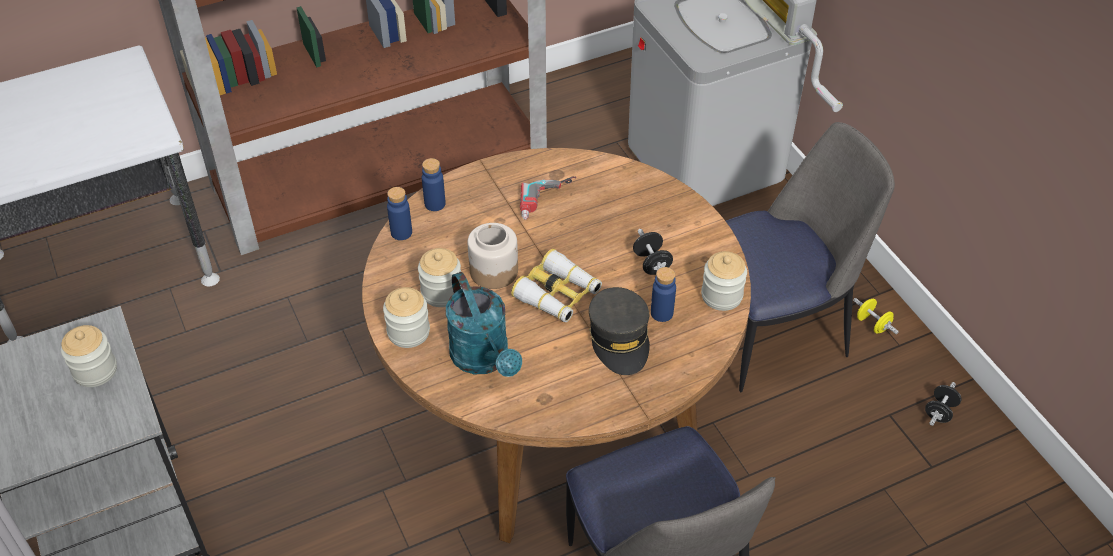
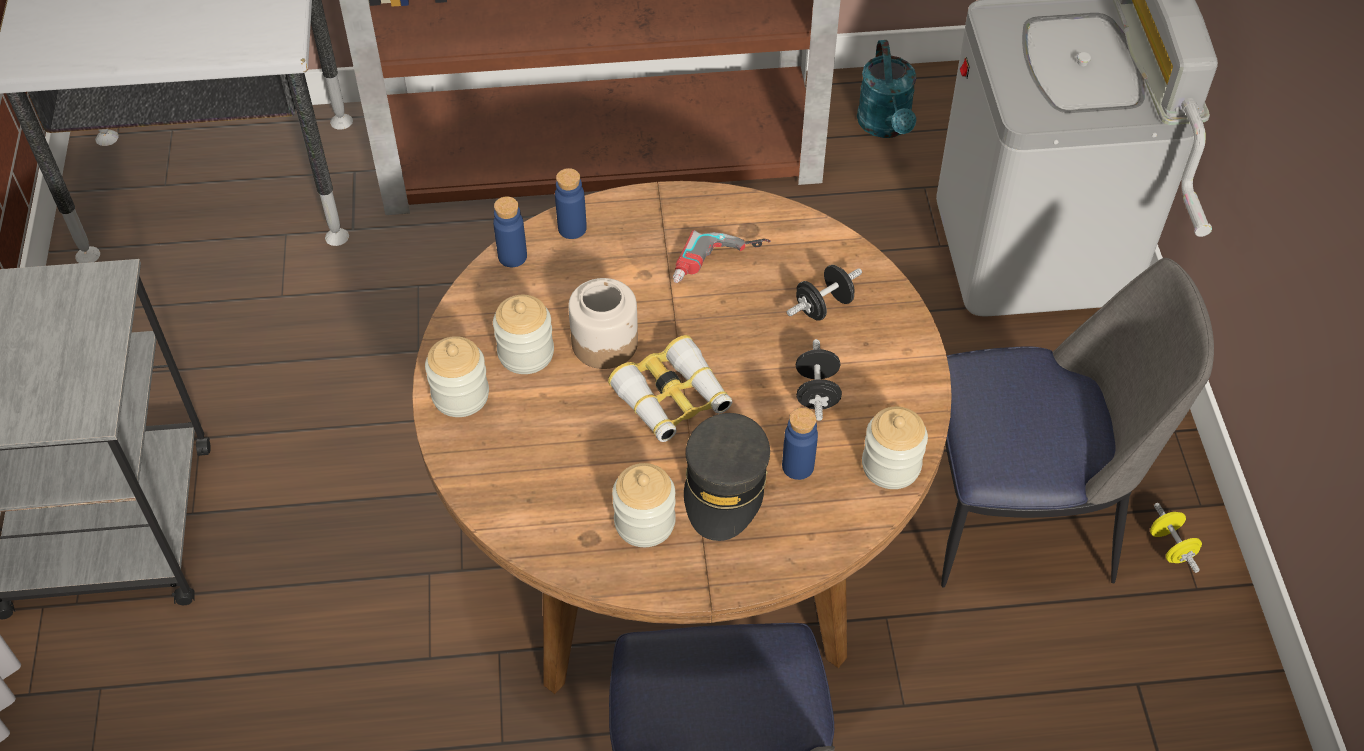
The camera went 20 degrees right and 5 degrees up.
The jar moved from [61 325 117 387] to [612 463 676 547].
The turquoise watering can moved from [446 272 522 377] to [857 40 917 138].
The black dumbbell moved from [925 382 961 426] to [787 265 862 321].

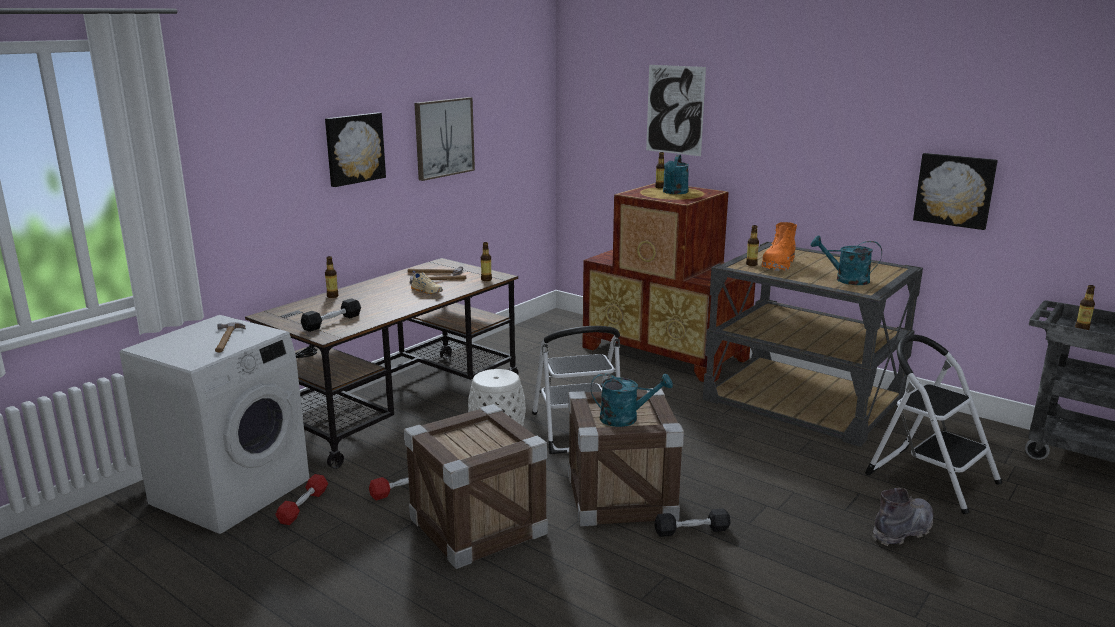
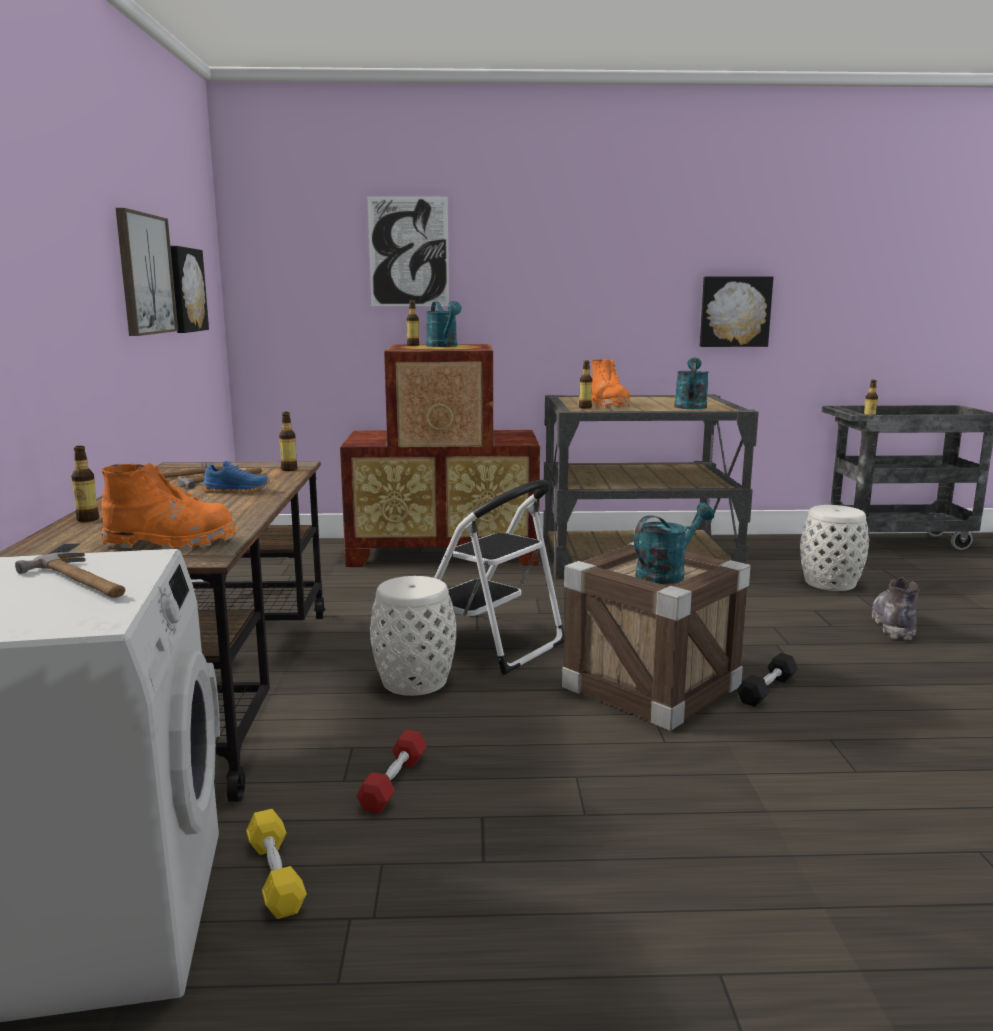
The camera went 40 degrees left and 5 degrees down.
The crate at [404 404 548 569] disappeared.
The picture moved from [325 113 386 187] to [170 246 209 333].
The black dumbbell at [301 298 361 332] was replaced by the orange boot at [101 463 236 551].
The step ladder at [865 335 1003 514] was replaced by the white stool at [800 505 869 591].
The red dumbbell at [275 474 328 525] became the yellow dumbbell at [246 809 307 919].
The beige shoe at [411 271 443 295] became the blue shoe at [202 461 270 493].
The turquoise watering can at [811 235 882 285] turned 120 degrees clockwise.

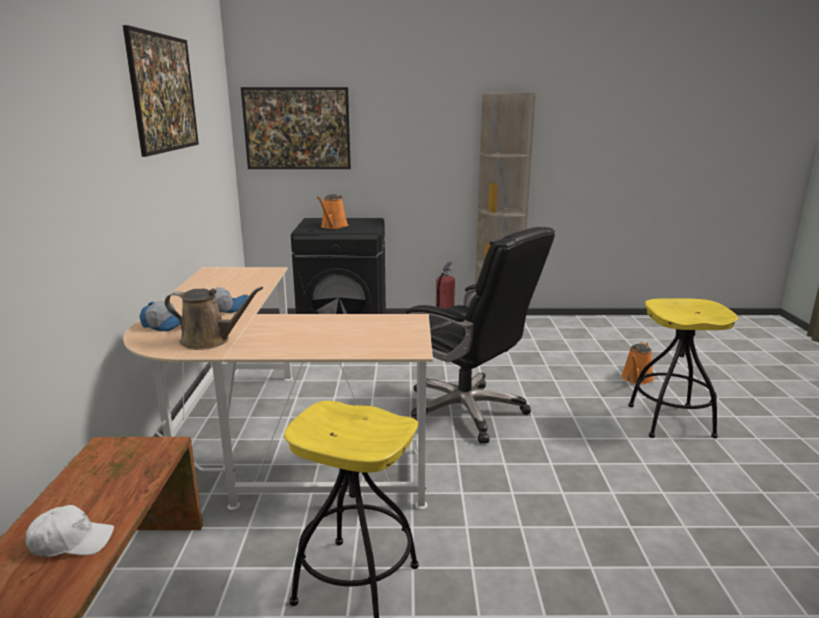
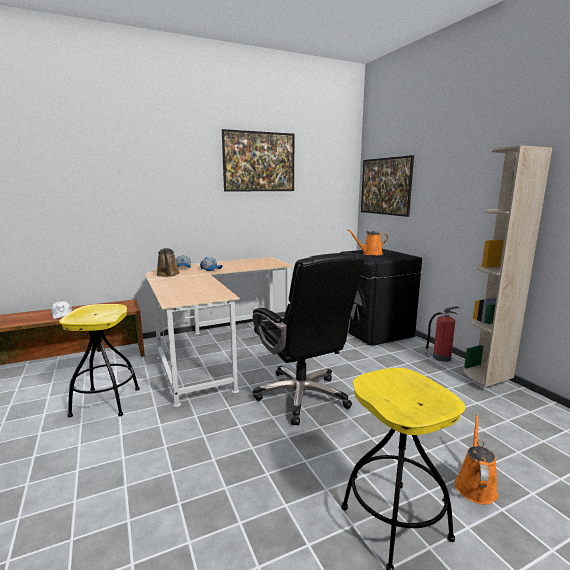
The camera went 65 degrees right and 5 degrees down.
The black office chair at [406 227 555 444] turned 45 degrees counterclockwise.
The orange watering can at [621 342 654 384] turned 105 degrees clockwise.

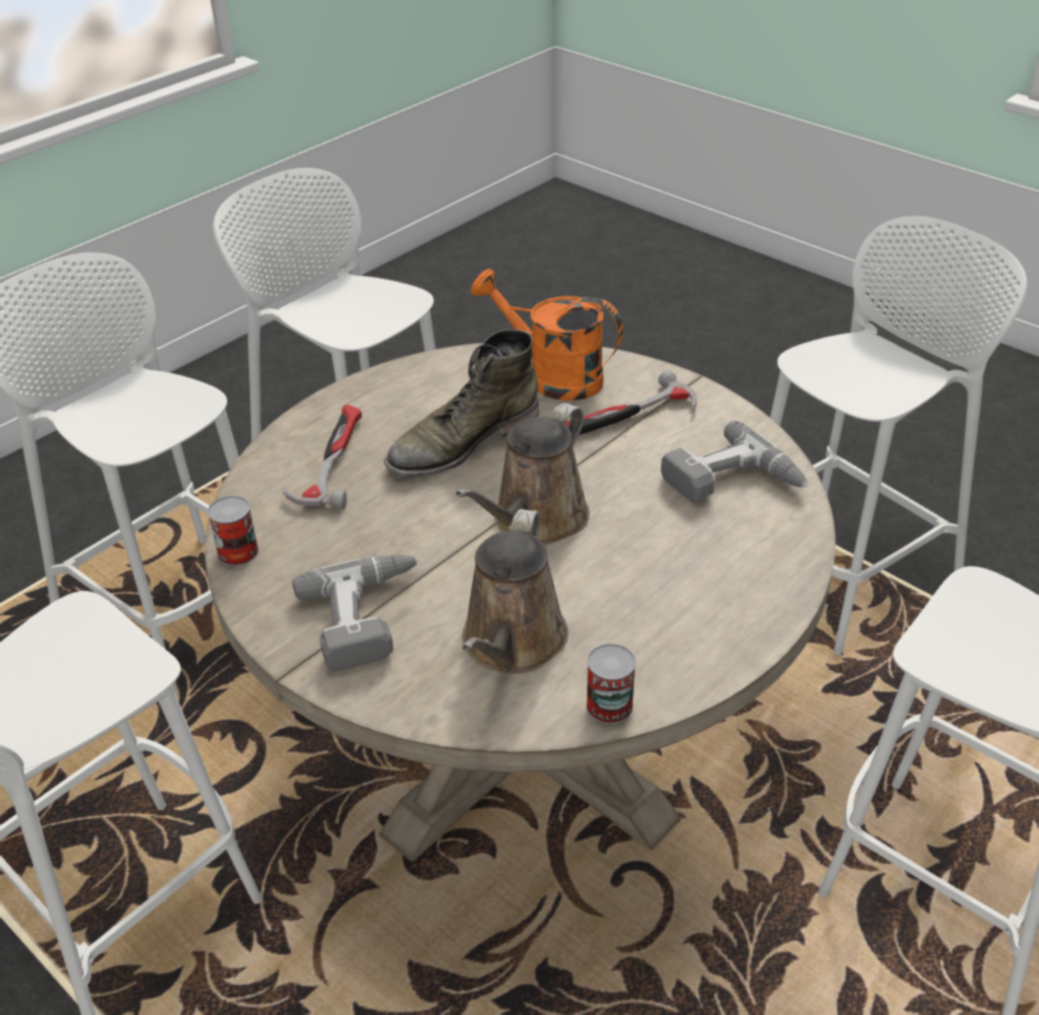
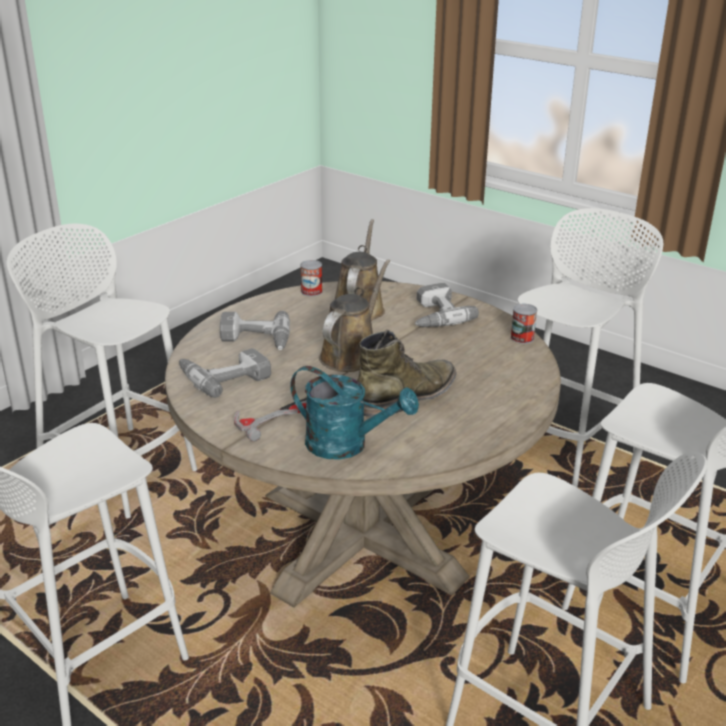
The camera went 175 degrees right and 10 degrees down.
The hammer at [282 404 362 509] disappeared.
The power drill at [220 311 290 350] appeared.
The orange watering can at [471 269 623 401] became the turquoise watering can at [290 366 419 460].

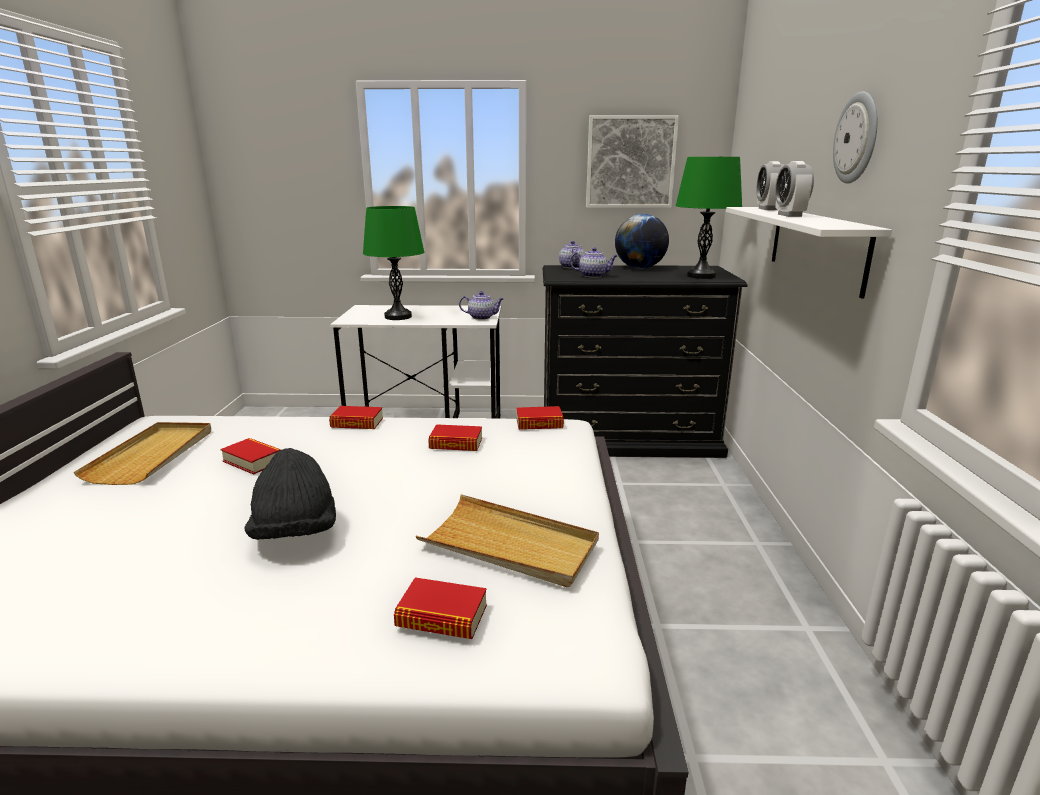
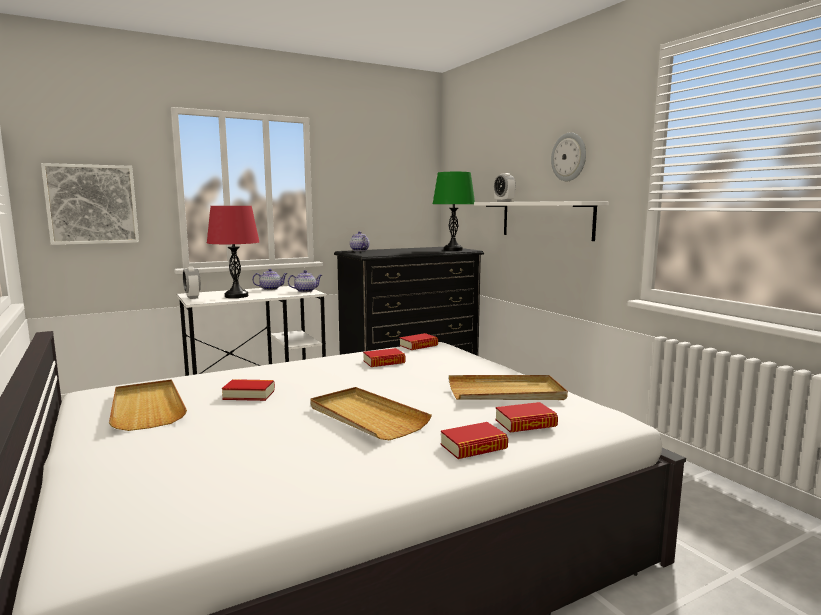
The camera went 30 degrees left and 10 degrees down.
The globe at [615 214 669 269] disappeared.
The book moved from [329 406 383 429] to [440 422 508 459].
The teapot moved from [570 247 618 278] to [252 269 288 290].
The picture moved from [586 115 679 208] to [41 163 139 245].
The alarm clock moved from [775 161 814 217] to [183 267 201 299].
The black hat at [245 448 336 540] was replaced by the beige tray at [310 387 432 440].
The green table lamp at [363 206 424 320] became the red table lamp at [207 206 259 298].

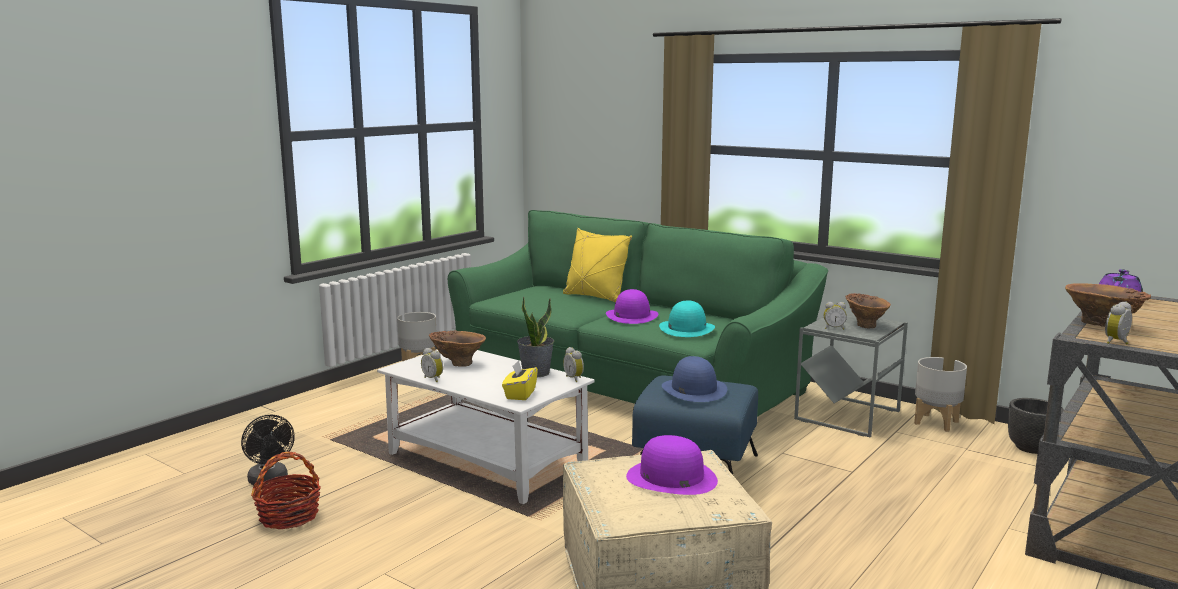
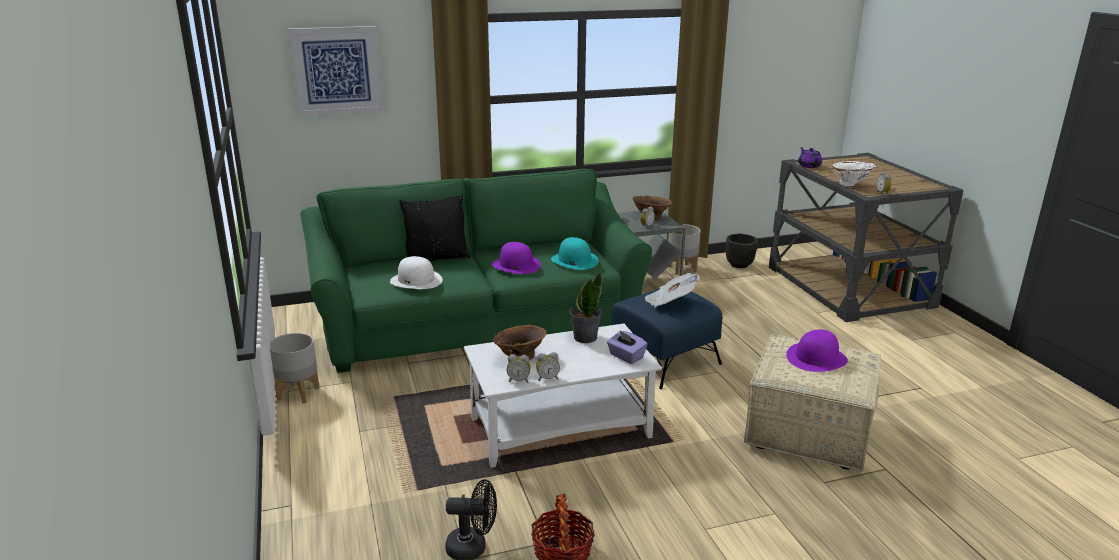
The camera went 55 degrees left and 10 degrees up.
The picture at [288 26 383 116] appeared.
The white hat at [390 256 443 289] appeared.
The alarm clock moved from [563 347 584 382] to [507 354 531 383].
The blue hat at [662 356 727 402] was replaced by the newspaper at [645 273 700 307].
The yellow tissue box at [502 360 538 400] became the purple tissue box at [607 330 647 364].
The yellow pillow at [563 228 632 302] became the black pillow at [399 195 471 261].
The brown vase at [1065 283 1151 327] became the white vase at [832 161 876 186].

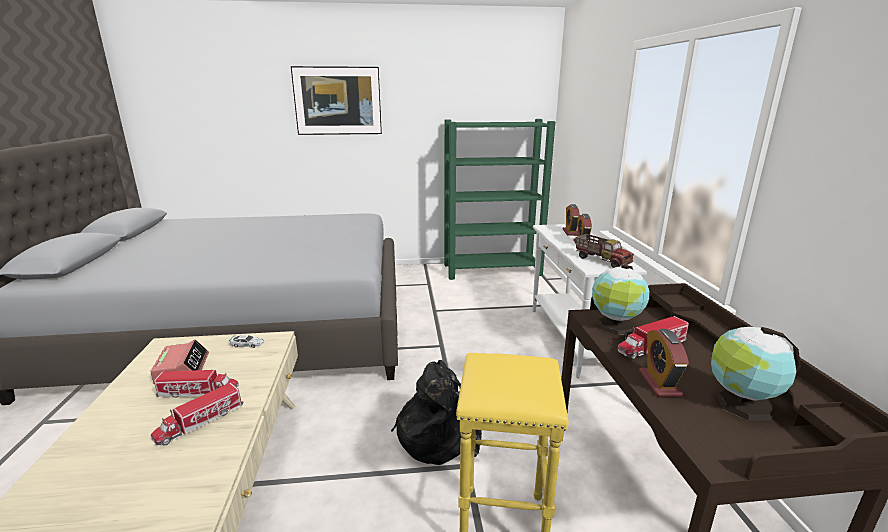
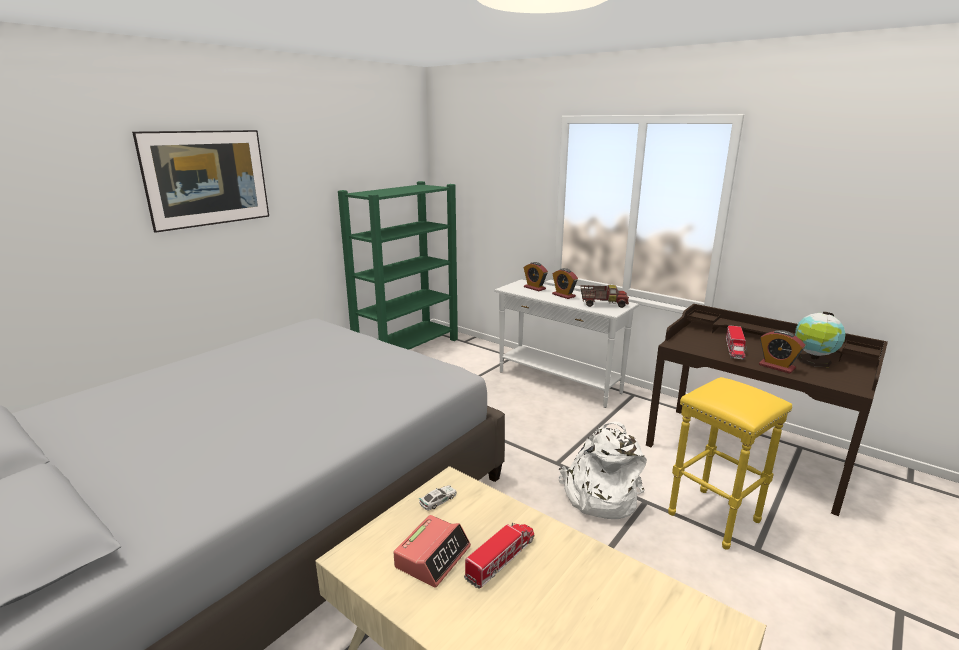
The camera went 45 degrees left and 0 degrees up.
The toy truck at [151 383 244 446] disappeared.
The globe at [592 265 649 335] disappeared.
The black backpack at [391 360 482 465] became the white backpack at [559 422 647 519].
The alarm clock at [150 339 209 385] turned 90 degrees clockwise.

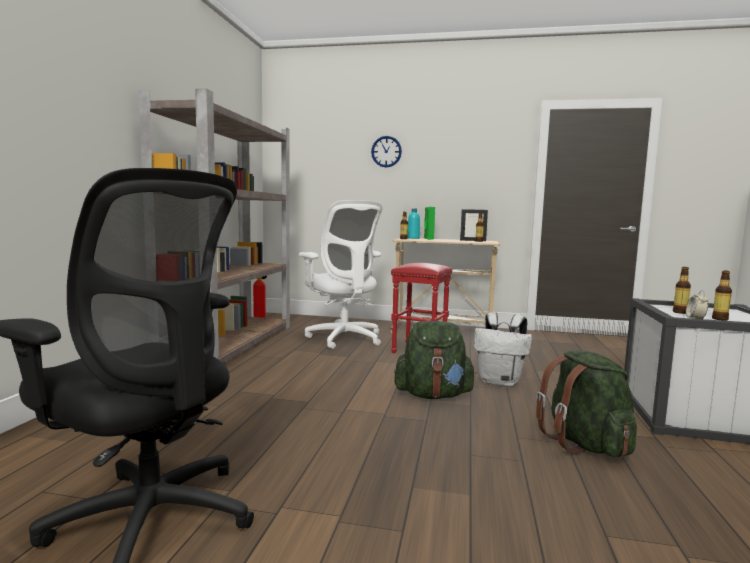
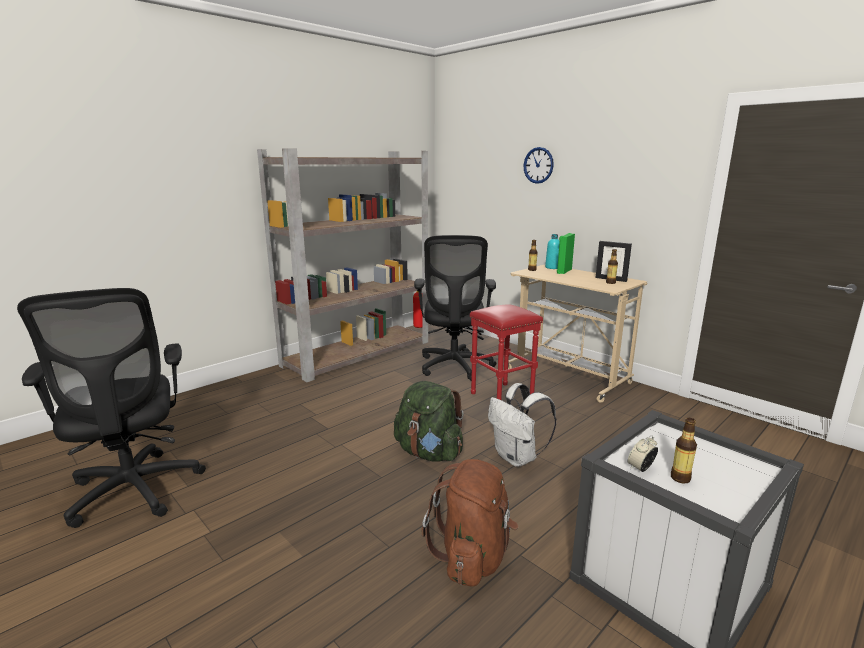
The camera went 35 degrees right and 10 degrees up.
The bottle at [673 267 691 314] disappeared.
The white office chair at [299 200 383 349] became the black office chair at [414 235 497 380].
The green backpack at [536 350 637 457] became the brown backpack at [422 459 519 587].

